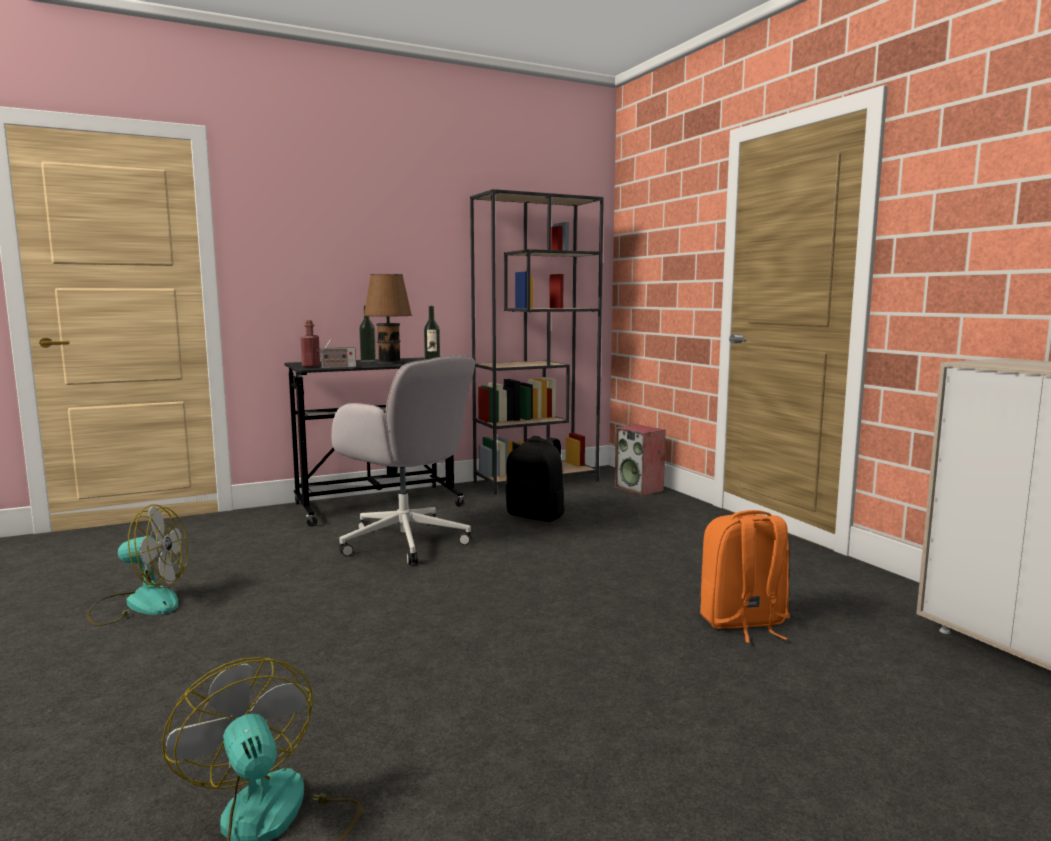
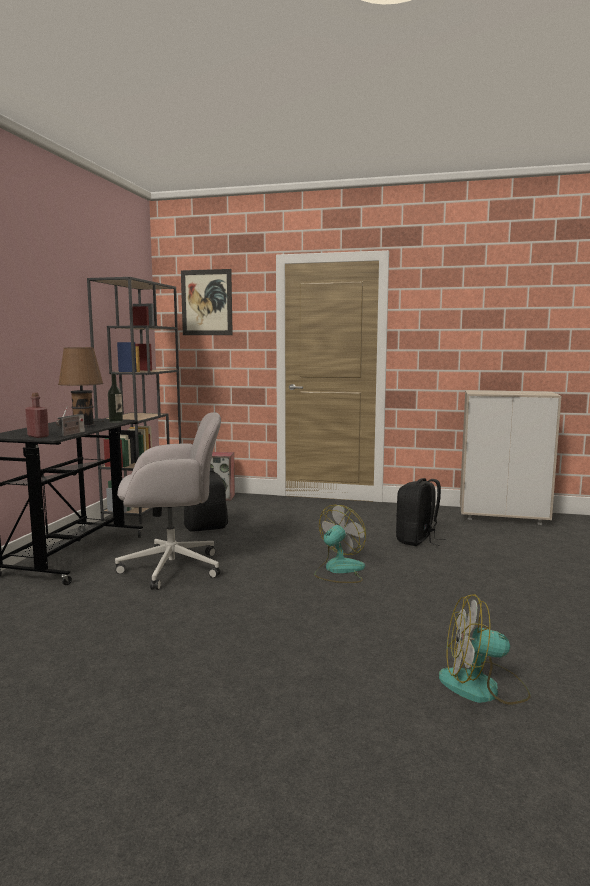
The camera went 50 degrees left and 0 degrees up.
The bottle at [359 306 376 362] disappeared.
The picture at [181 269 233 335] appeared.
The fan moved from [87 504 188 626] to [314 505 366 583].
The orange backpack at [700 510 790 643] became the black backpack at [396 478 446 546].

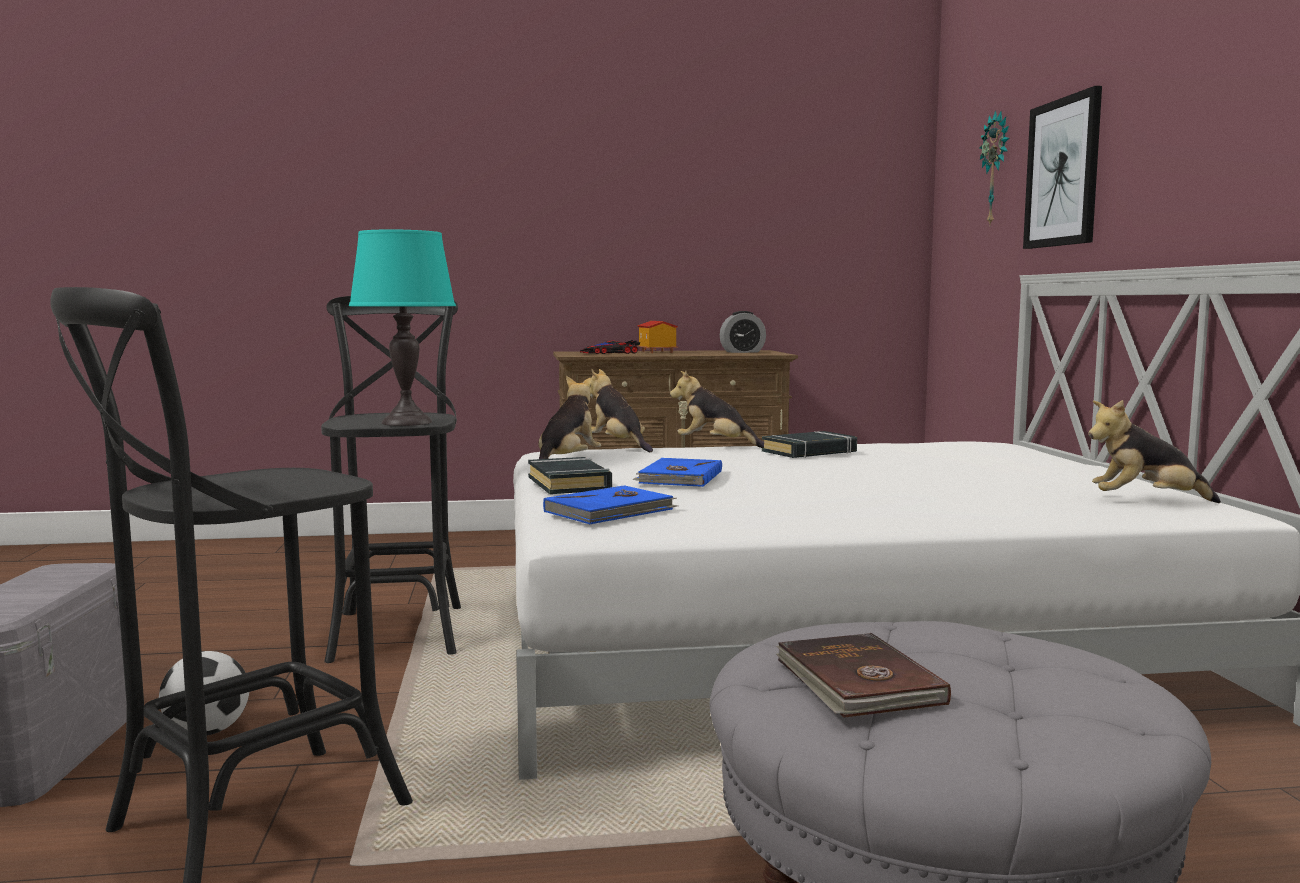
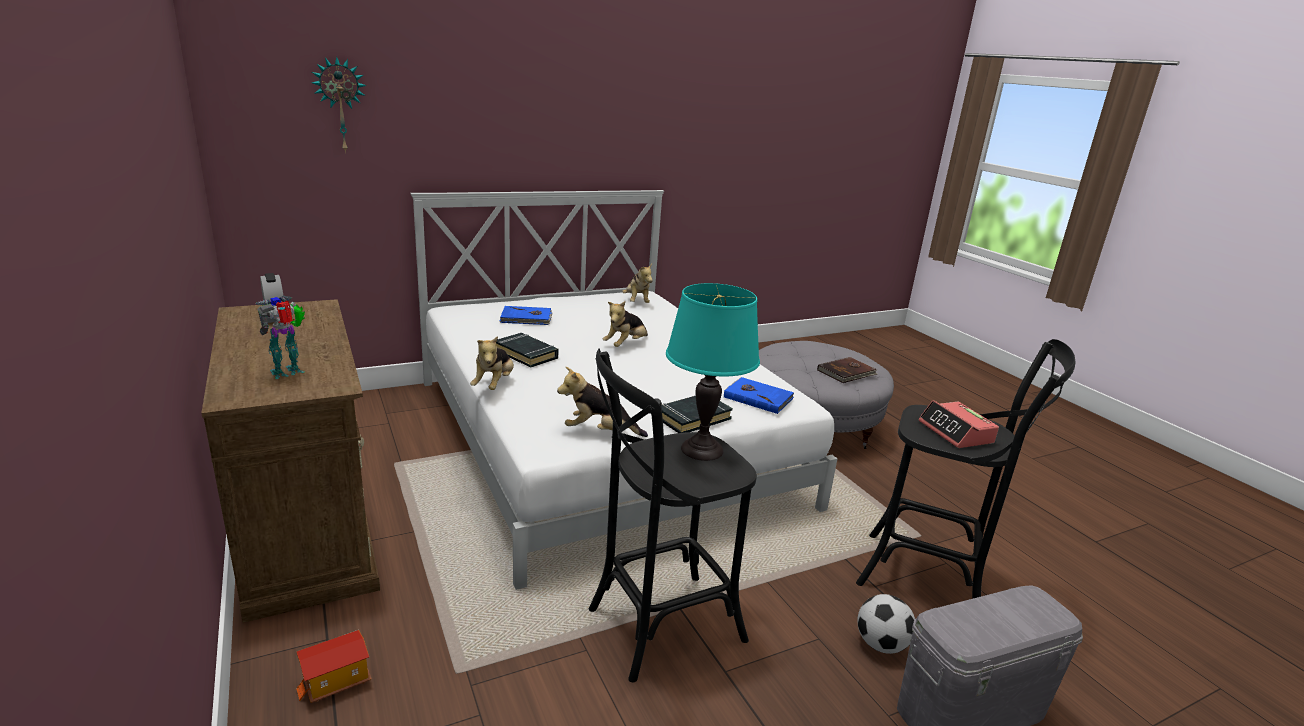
The camera went 110 degrees left and 15 degrees up.
The picture at [1023 86 1102 249] disappeared.
The alarm clock at [918 400 999 448] appeared.
The plush toy moved from [590 368 653 452] to [603 301 648 347].
The blue book moved from [633 458 722 487] to [500 306 552 325].
The toy house moved from [637 321 678 353] to [296 630 372 703].
The toy car at [580 340 640 354] was replaced by the toy robot at [255 296 305 379].

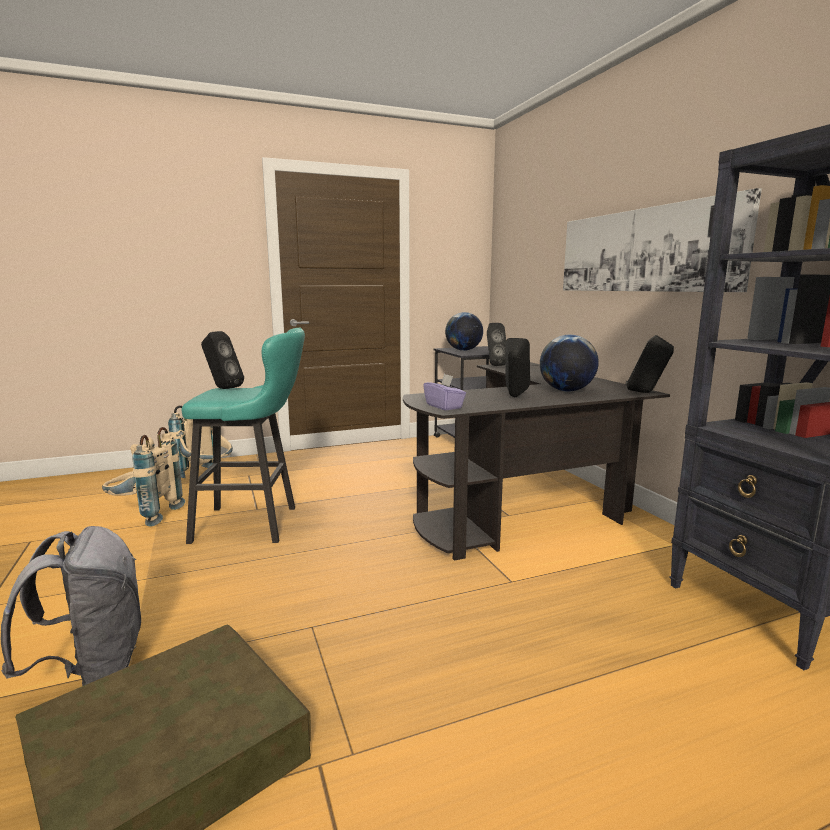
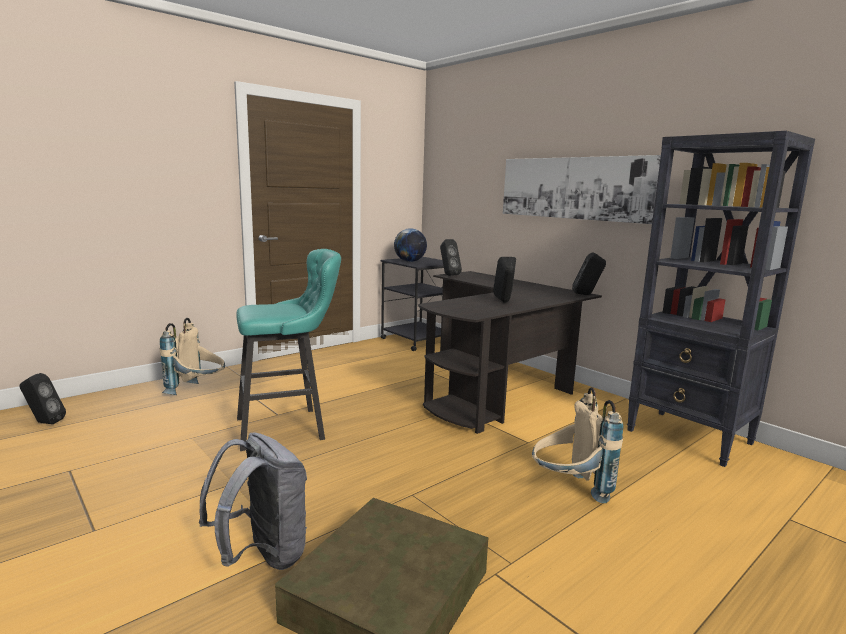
The camera went 20 degrees left and 0 degrees up.
The purple tissue box at [423 374 466 410] disappeared.
The globe at [540 335 599 392] disappeared.
The beige backpack moved from [102 427 185 527] to [532 387 623 503].
The black speaker moved from [201 331 244 389] to [20 373 66 424].

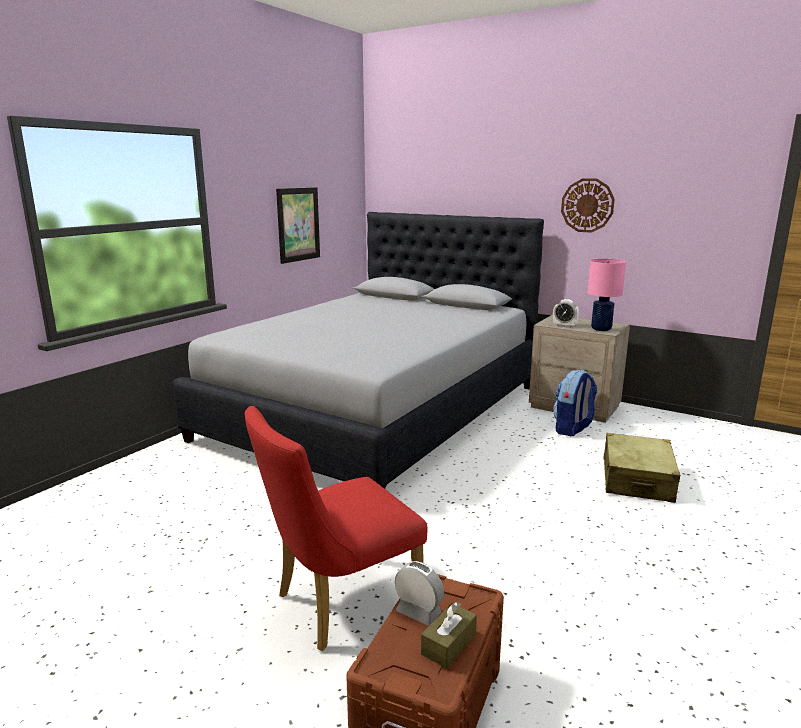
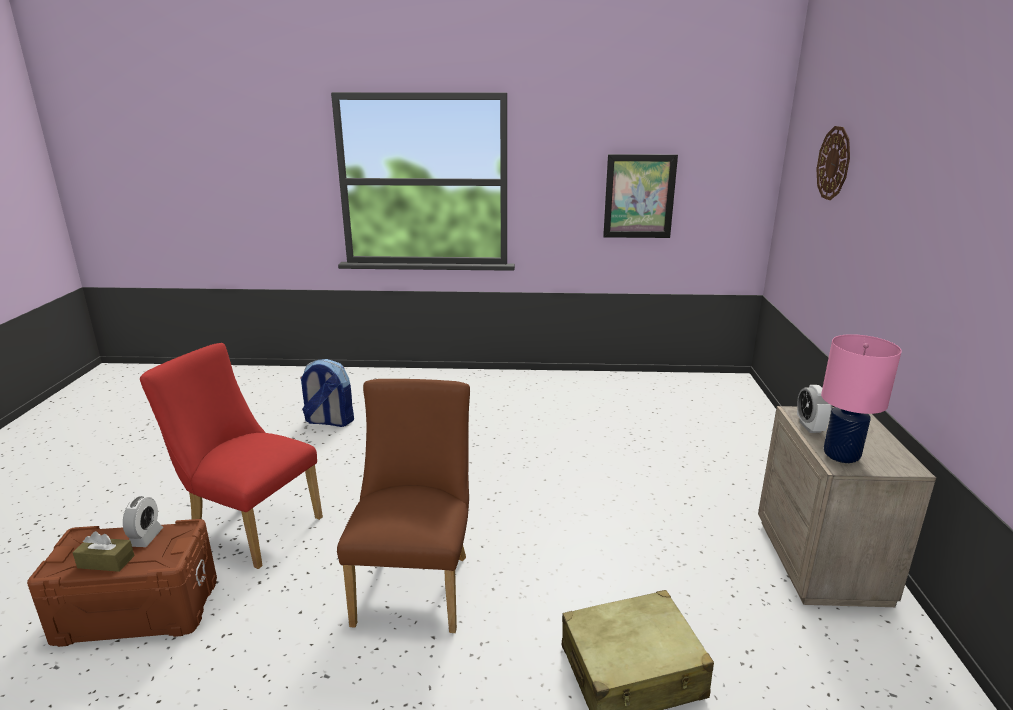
The camera went 60 degrees right and 5 degrees up.
The grey bed at [173 212 544 489] disappeared.
The brown chair at [337 379 470 633] appeared.
The backpack moved from [553 370 597 436] to [300 359 354 427].
The wall clock moved from [561 178 615 233] to [816 126 850 200].

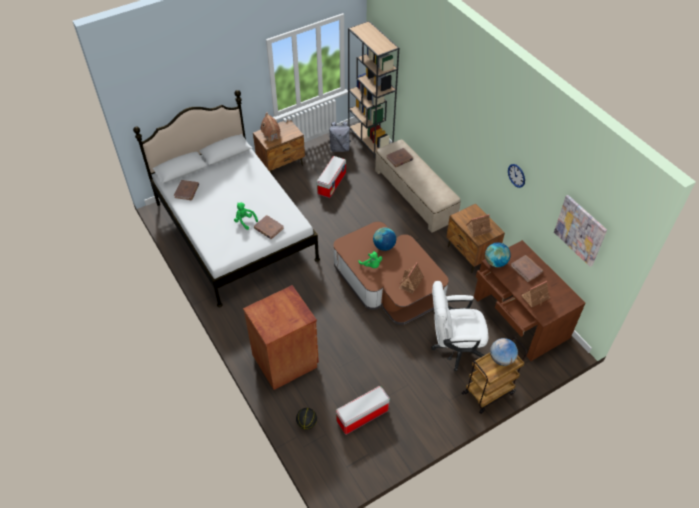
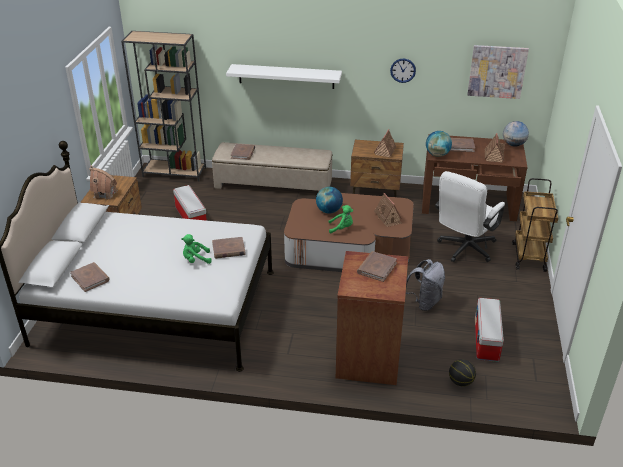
The camera went 50 degrees left and 15 degrees down.
The white shelf at [226 64 342 89] appeared.
The brown book at [357 251 397 282] appeared.
The grey backpack moved from [328 121 351 152] to [406 259 445 311].
The globe moved from [490 338 518 366] to [503 121 529 147].

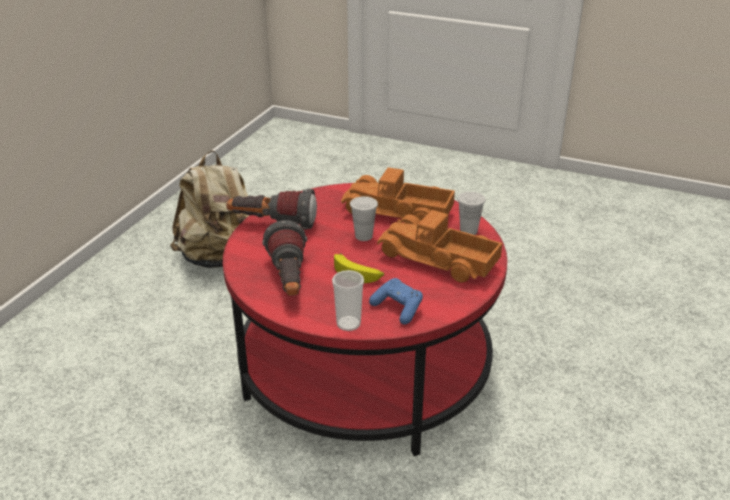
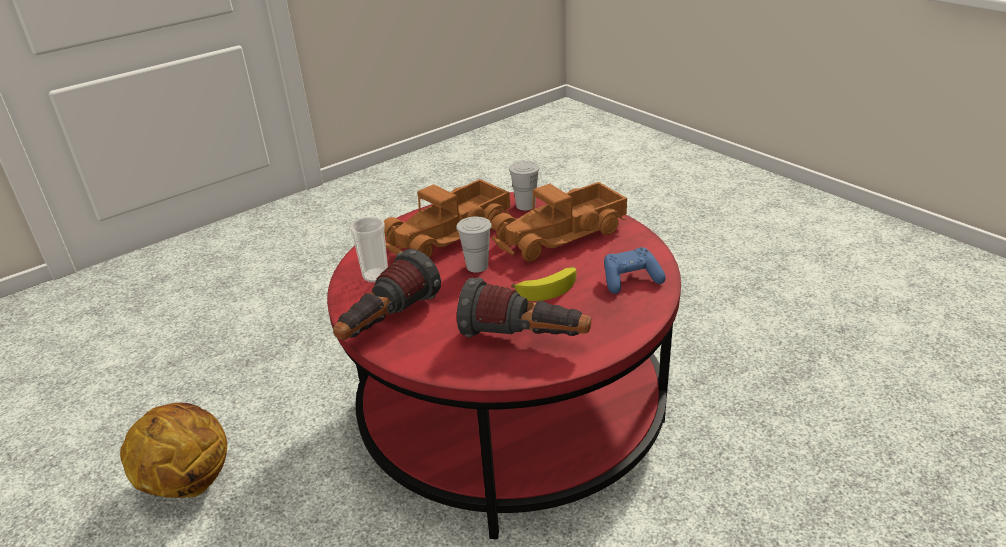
The camera went 60 degrees left and 0 degrees up.
The cup moved from [332 270 364 331] to [350 217 388 283].
The beige backpack at [170 150 249 268] was replaced by the basketball at [120 403 227 498].

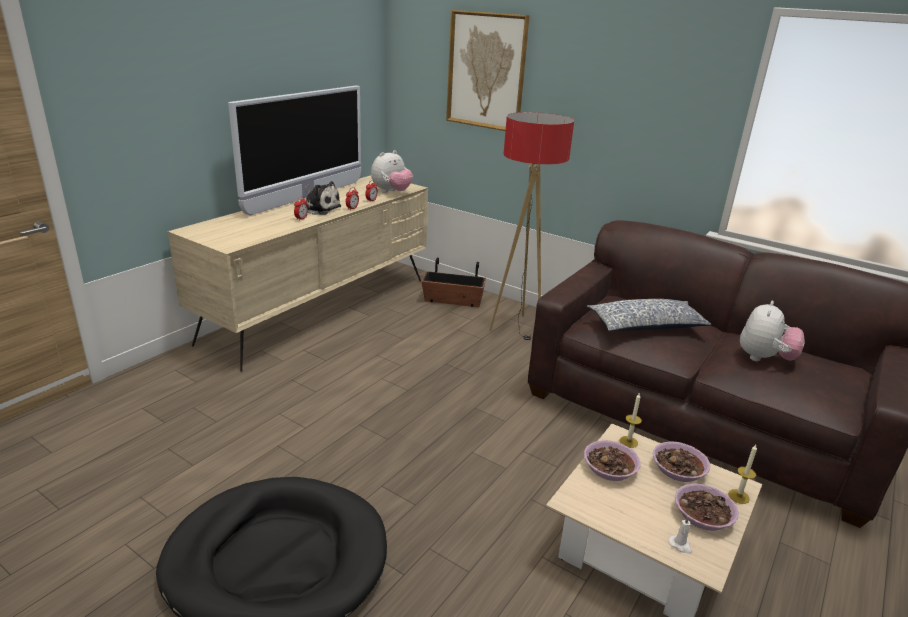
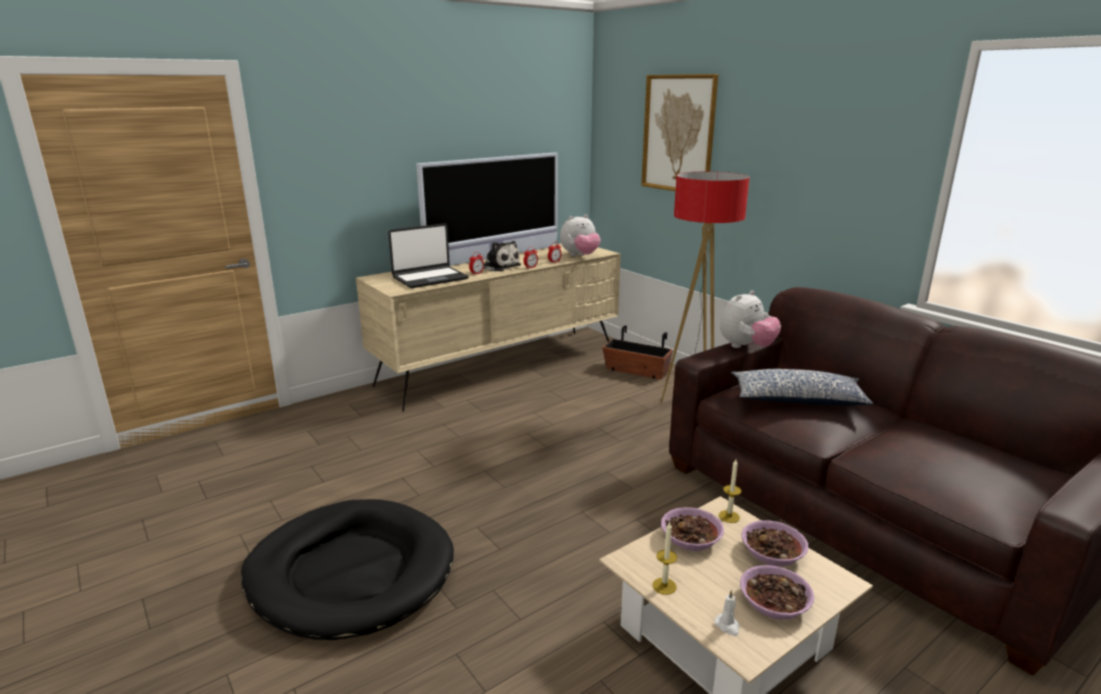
The camera went 20 degrees right and 5 degrees down.
The laptop at [388 223 469 288] appeared.
The candle moved from [728 445 757 504] to [653 521 677 595].
The plush toy moved from [740 301 804 361] to [720 291 781 348].

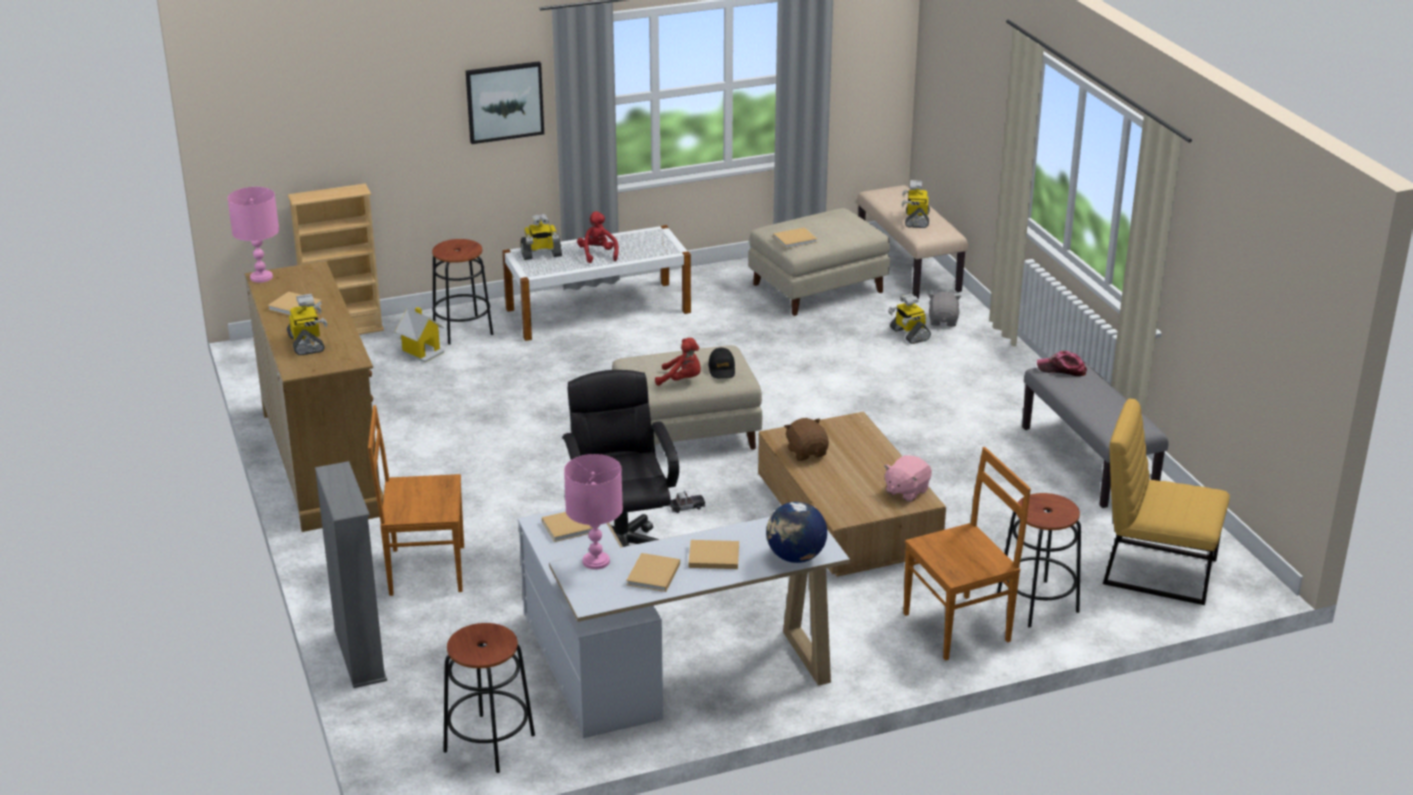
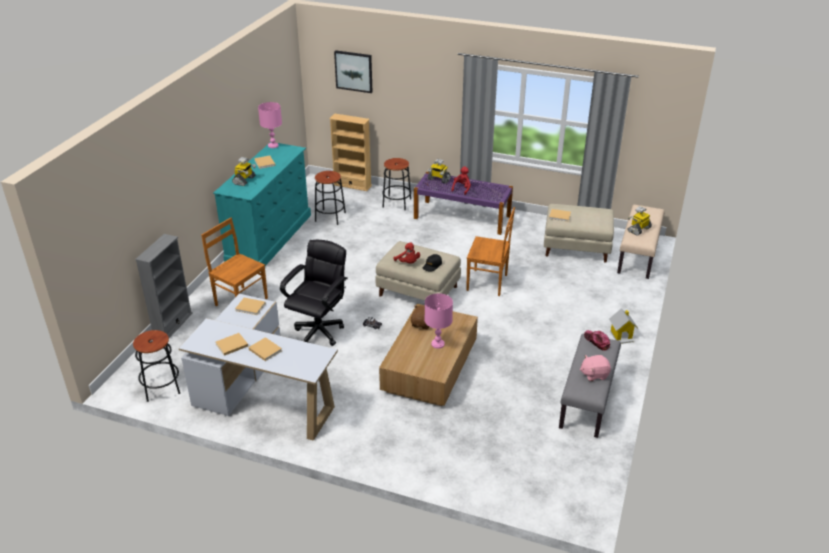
The camera went 40 degrees right and 5 degrees up.
The globe at [766 502 827 563] disappeared.
The toy robot at [888 294 931 344] disappeared.
The grey plush toy at [928 292 961 326] disappeared.
The yellow chair at [1103 398 1230 605] disappeared.
The toy house moved from [395 307 444 363] to [609 309 638 344].
The picture moved from [466 61 544 144] to [334 50 372 93].
The pink table lamp moved from [564 454 623 570] to [425 293 453 349].
The pink plush toy moved from [884 456 932 502] to [580 355 611 381].
The brown chair moved from [903 447 1031 661] to [466 207 515 296].
The black stool moved from [997 493 1081 628] to [315 171 346 225].
The brown dresser at [245 261 384 532] became the turquoise dresser at [213 142 311 266].
The white bench at [502 225 691 341] became the purple bench at [414 172 513 235].

